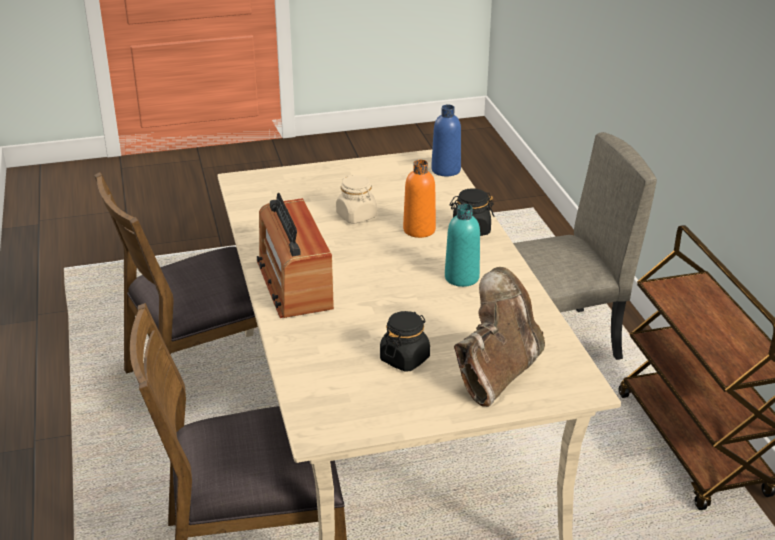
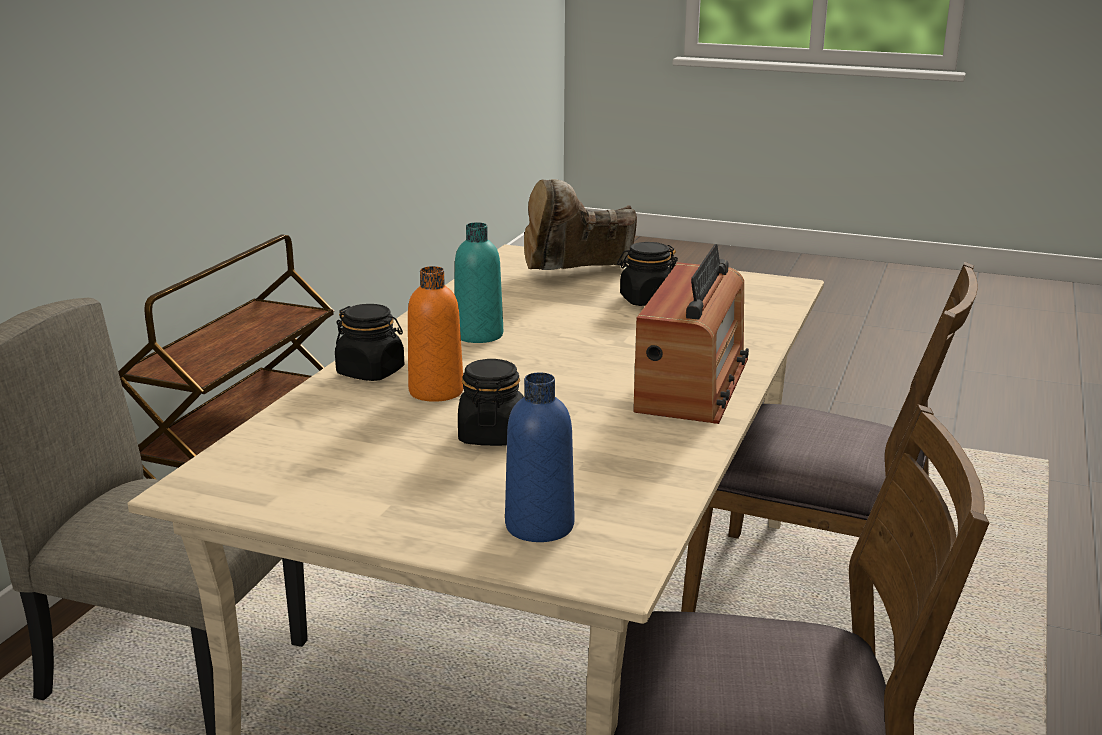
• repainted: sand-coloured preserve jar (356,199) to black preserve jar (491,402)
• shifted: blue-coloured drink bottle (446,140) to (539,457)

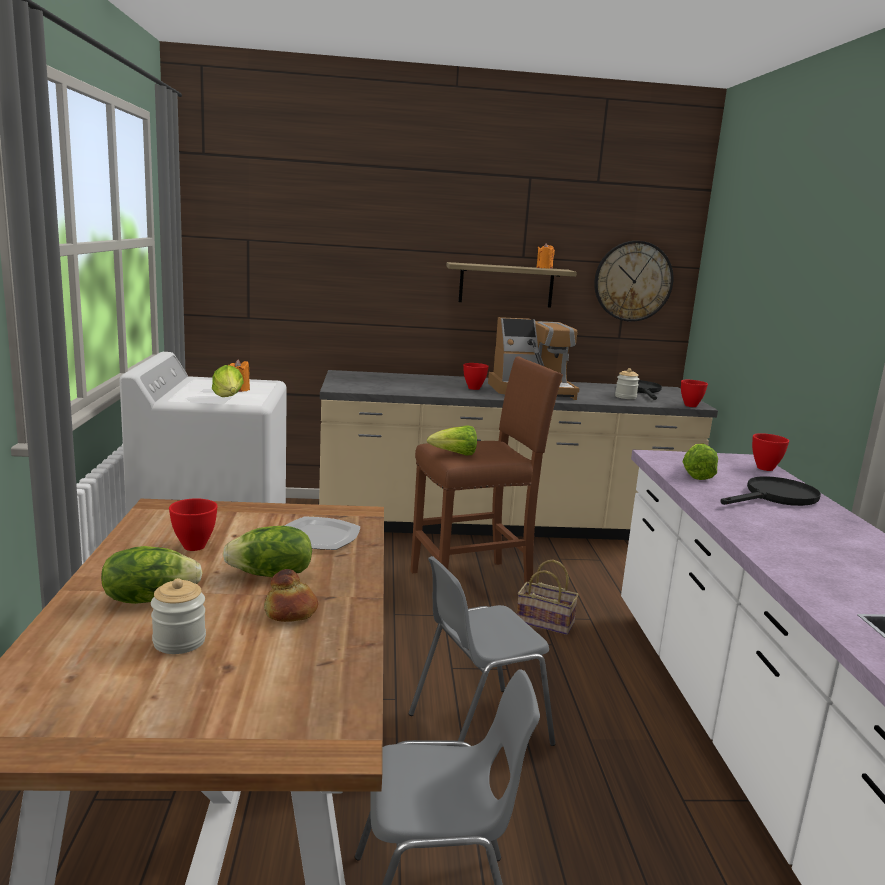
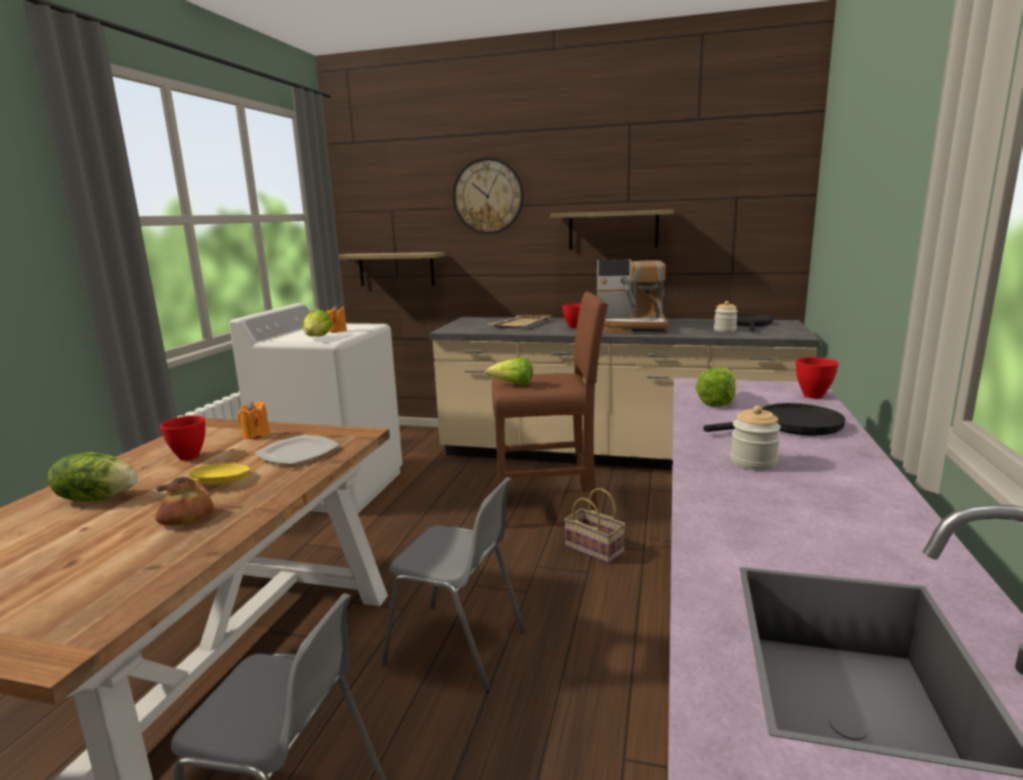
• swapped: head of lettuce (267,551) to yellow frying pan (203,477)
• shifted: orangey wax light (545,255) to (254,420)
• new: bracket shelf (392,269)
• rotated: greyish upright chair (482,651) = (453,584) 150 degrees counterclockwise
• shifted: hanging clock (634,281) to (488,196)
• new: sand-coloured tray (519,322)
• shifted: preserve jar (178,616) to (756,437)
• gone: red deep dish (694,393)

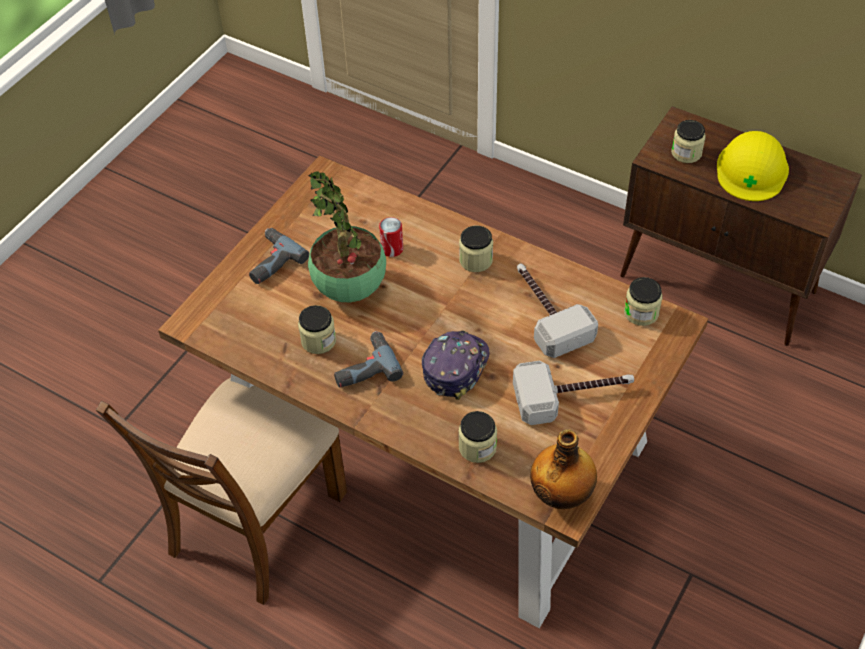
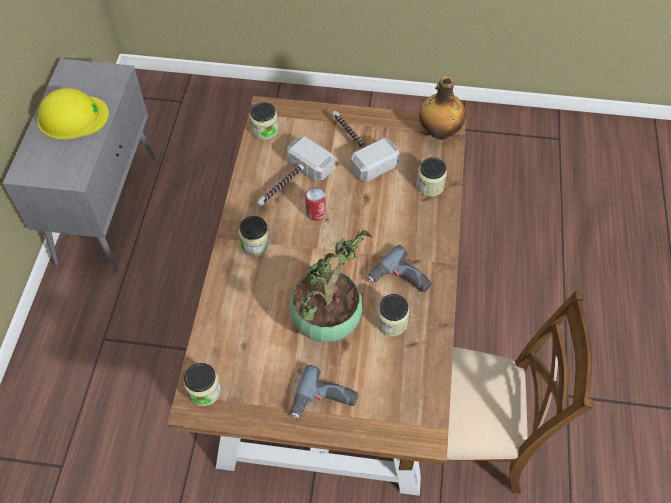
• repainted: brown-coloured cabinet (741,226) to greyish cabinet (79,165)
• shifted: preserve jar (688,141) to (202,384)
• shifted: can (391,237) to (315,204)
• gone: peaked cap (456,365)

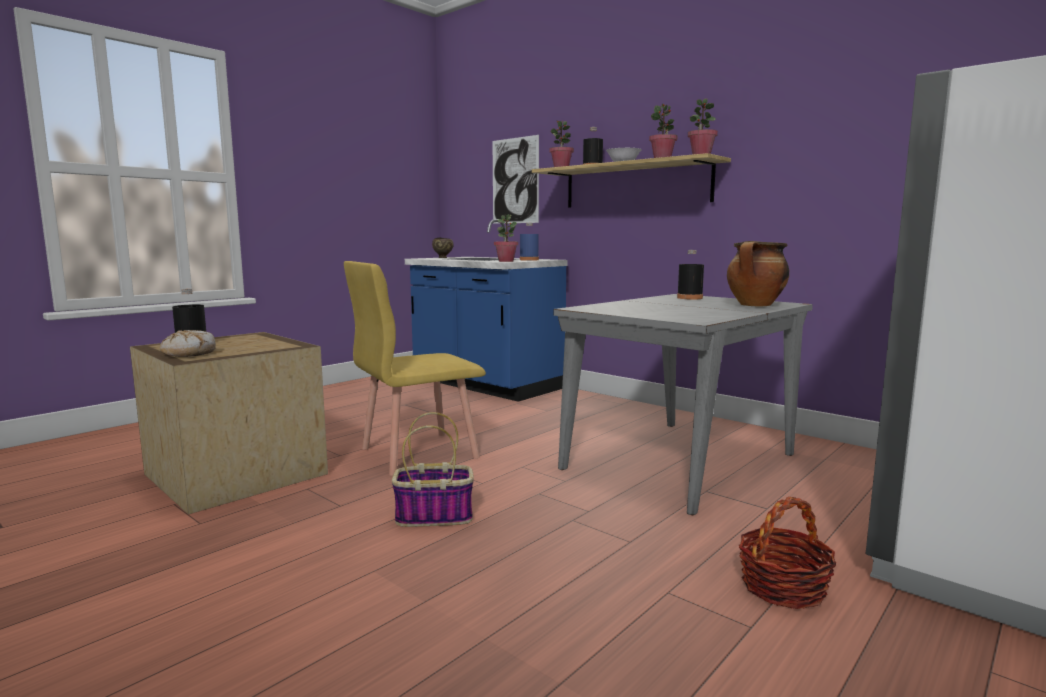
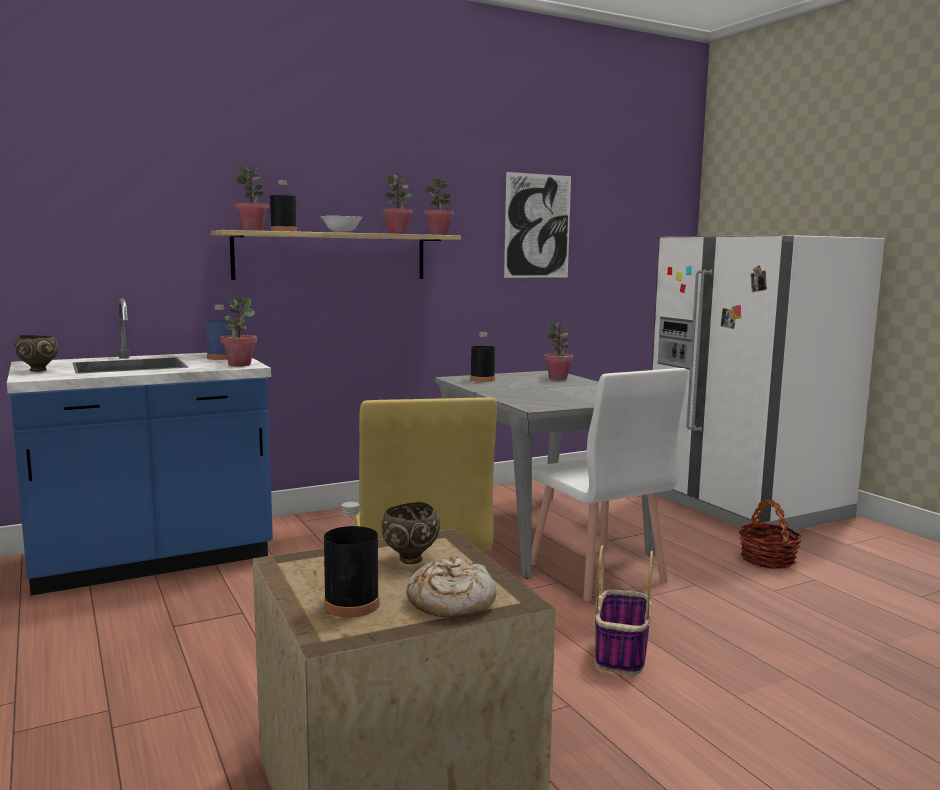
• new: brown-coloured deep dish (410,533)
• shifted: wall picture (516,179) to (537,225)
• new: white-coloured upright chair (609,484)
• swapped: stockpot (758,274) to potted plant (558,351)

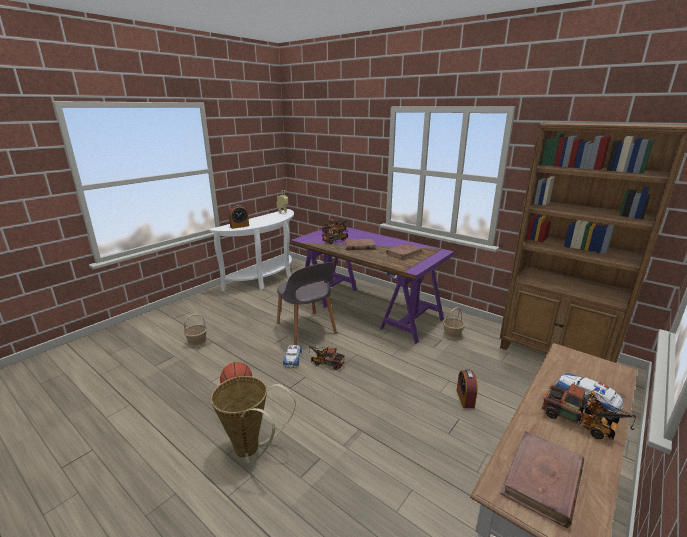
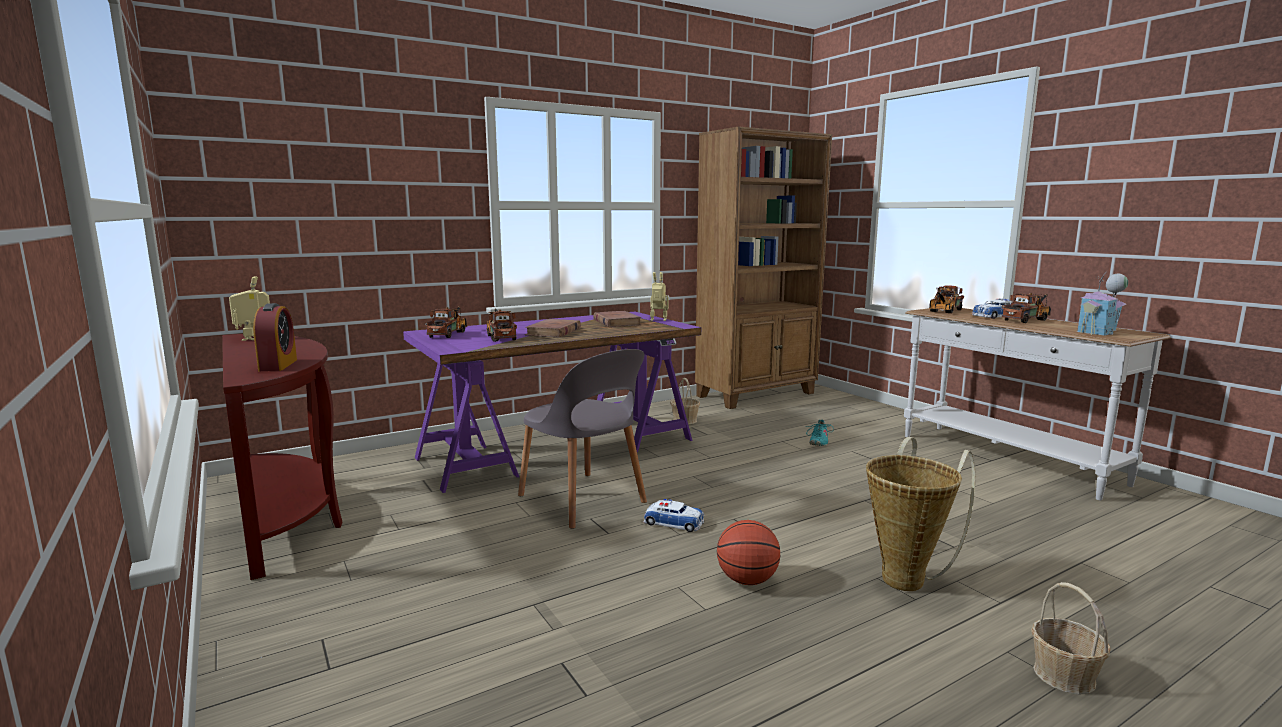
• repainted: white-coloured console table (251,250) to brown-coloured console table (282,457)
• rotated: greyish upright chair (307,303) = (582,439) 60 degrees clockwise
• new: robot figure (659,296)
• swapped: table clock (467,388) to blue-green low shoe (820,432)
• shifted: model truck (326,358) to (946,299)
• shifted: storage basket (195,330) to (1071,638)
• swapped: brown-coloured book (542,479) to toy house (1102,304)

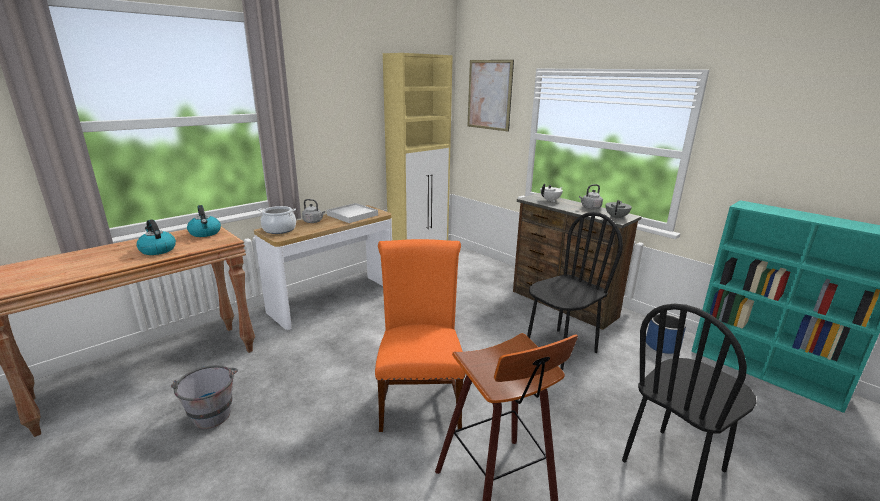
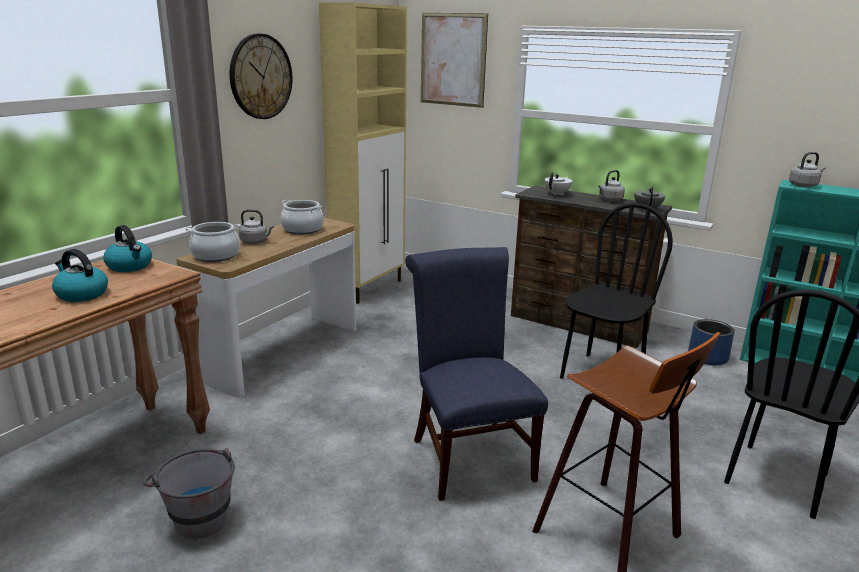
• new: hanging clock (261,76)
• swapped: white-coloured tray (352,213) to stockpot (302,217)
• repainted: orangey upright chair (420,335) to blue-coloured upright chair (476,374)
• new: greyish tea kettle (807,169)

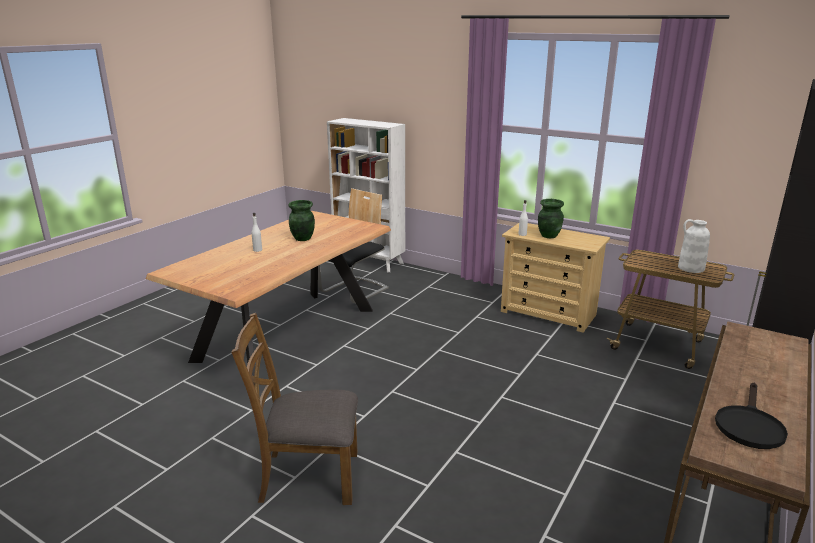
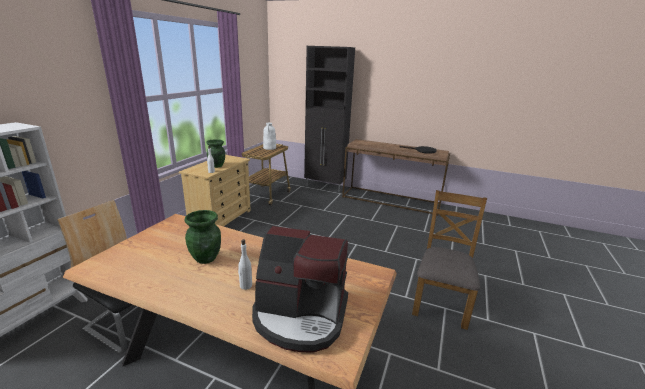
• new: coffee brewer (300,289)
• rotated: brown-coloured upright chair (294,409) = (449,260) 150 degrees counterclockwise

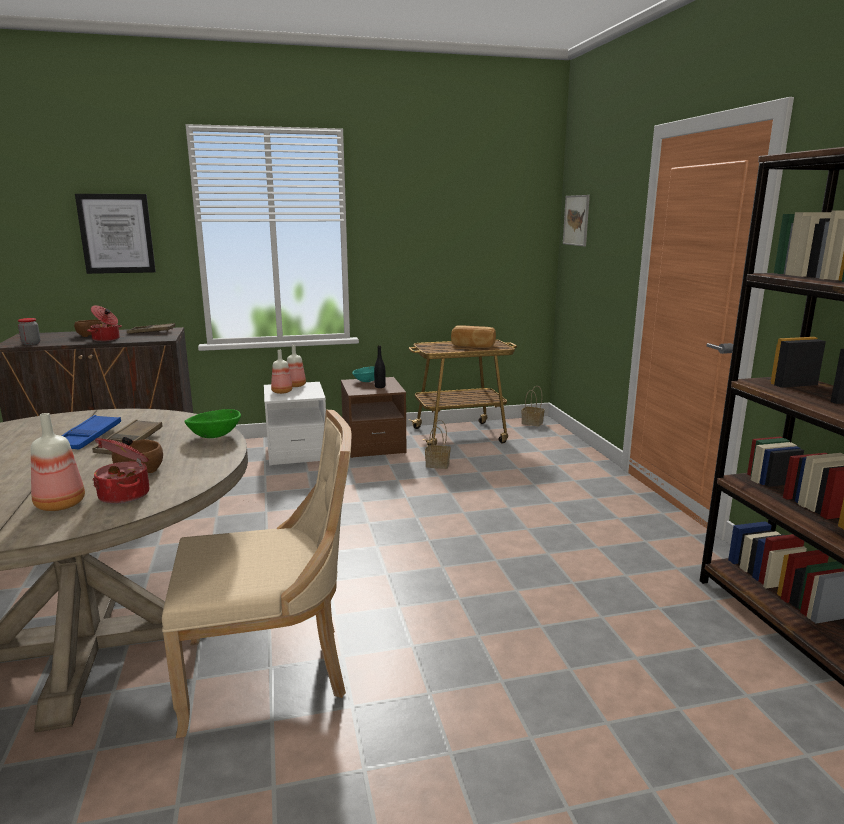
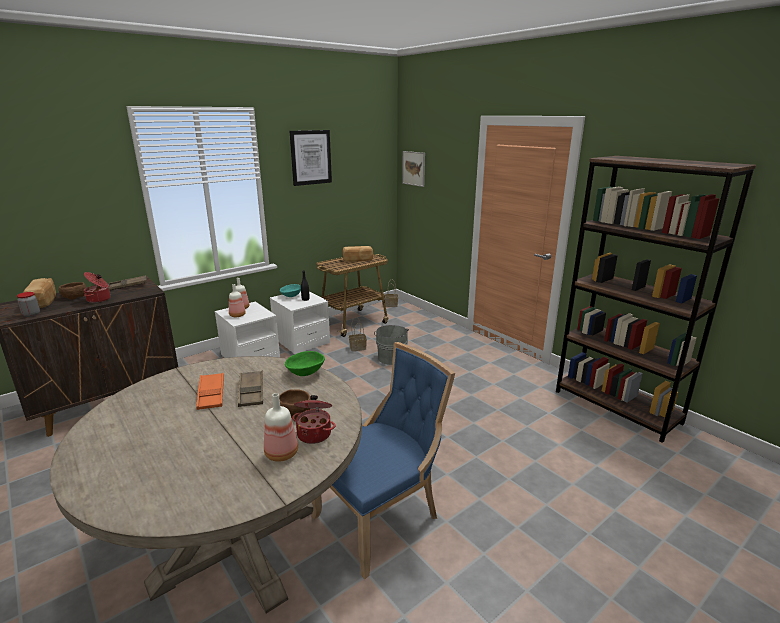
• new: baked bread (39,293)
• repainted: blue-coloured tray (91,432) to orangey tray (210,391)
• repainted: brown-coloured bedside table (373,417) to white-coloured bedside table (300,322)
• shifted: wall picture (115,234) to (311,158)
• repainted: sand-coloured upright chair (256,574) to blue-coloured upright chair (383,460)
• new: greyish pail (391,345)

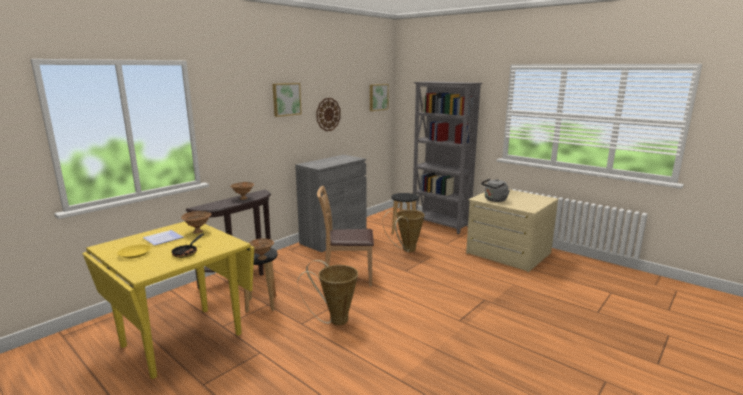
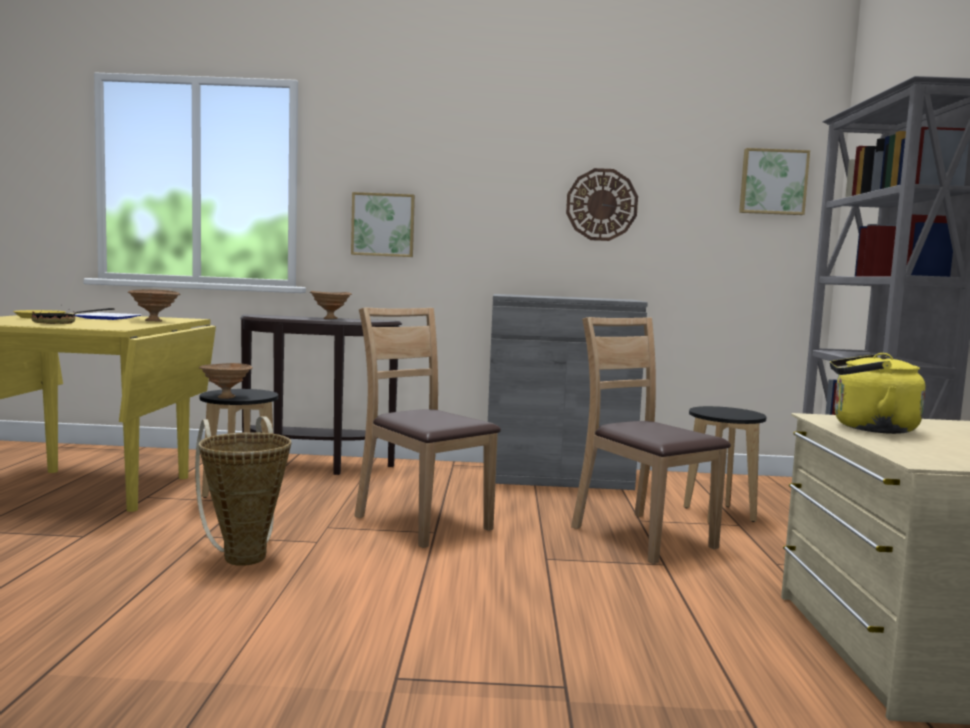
• shifted: wall picture (287,100) to (383,224)
• swapped: storage basket (404,231) to brown-coloured upright chair (651,440)
• repainted: greyish tea kettle (495,190) to yellow tea kettle (877,393)

